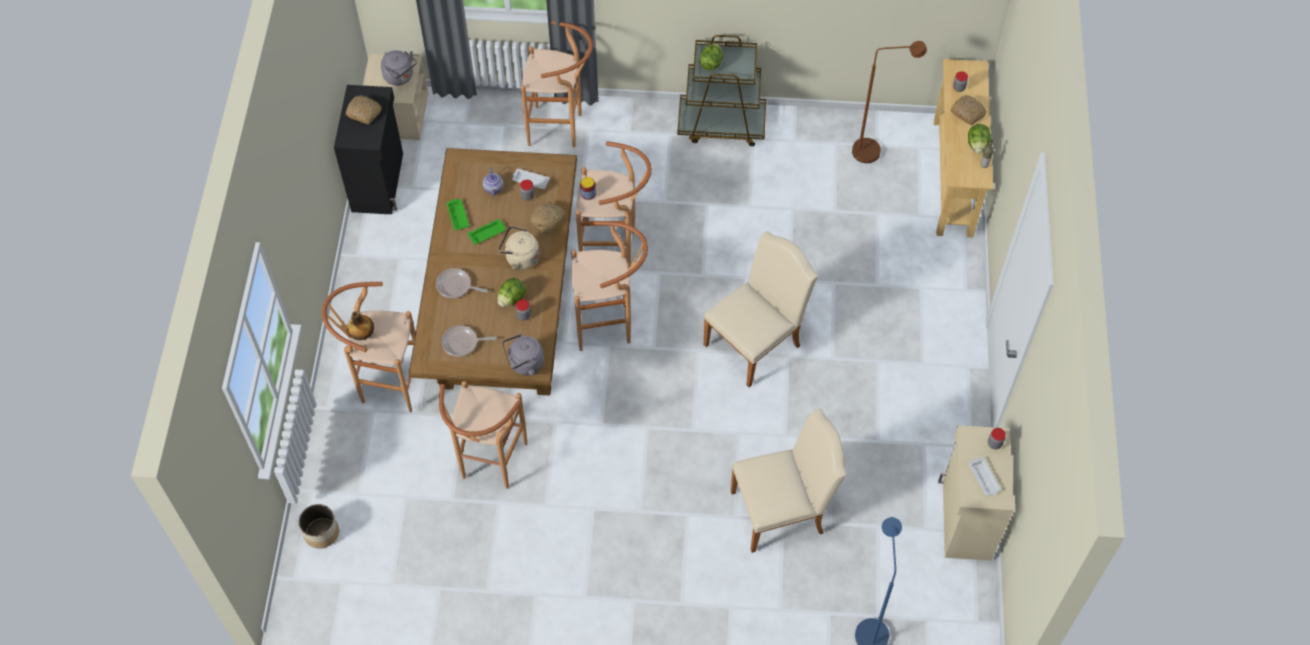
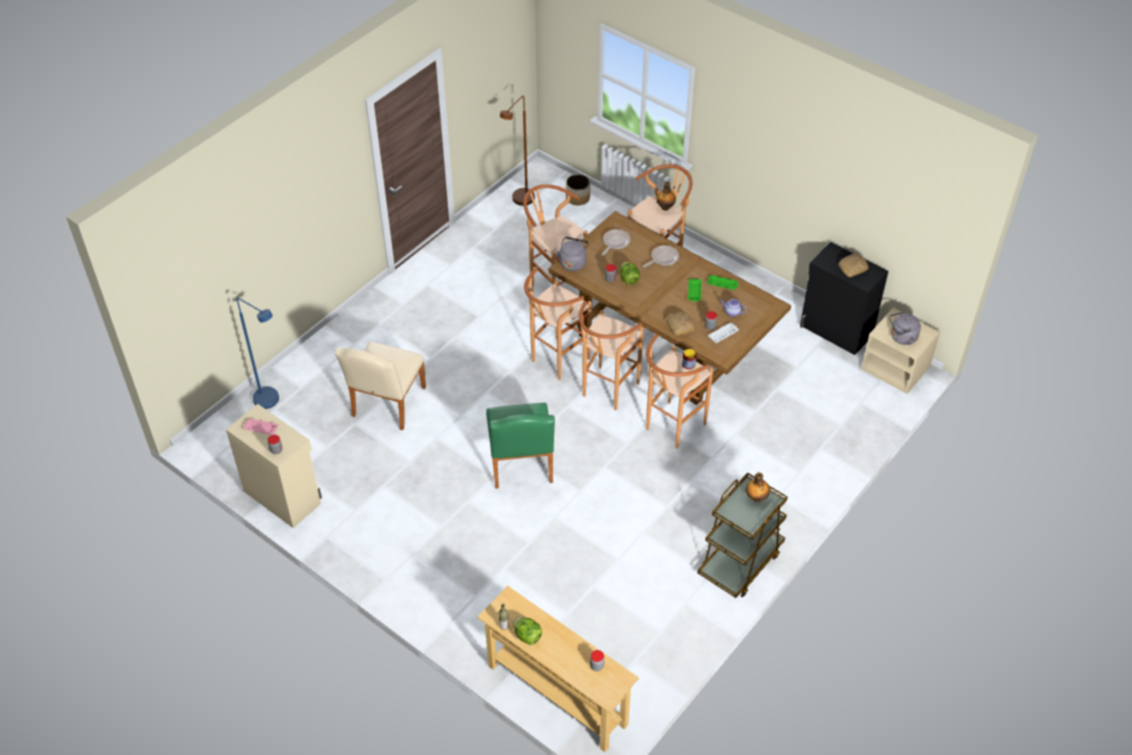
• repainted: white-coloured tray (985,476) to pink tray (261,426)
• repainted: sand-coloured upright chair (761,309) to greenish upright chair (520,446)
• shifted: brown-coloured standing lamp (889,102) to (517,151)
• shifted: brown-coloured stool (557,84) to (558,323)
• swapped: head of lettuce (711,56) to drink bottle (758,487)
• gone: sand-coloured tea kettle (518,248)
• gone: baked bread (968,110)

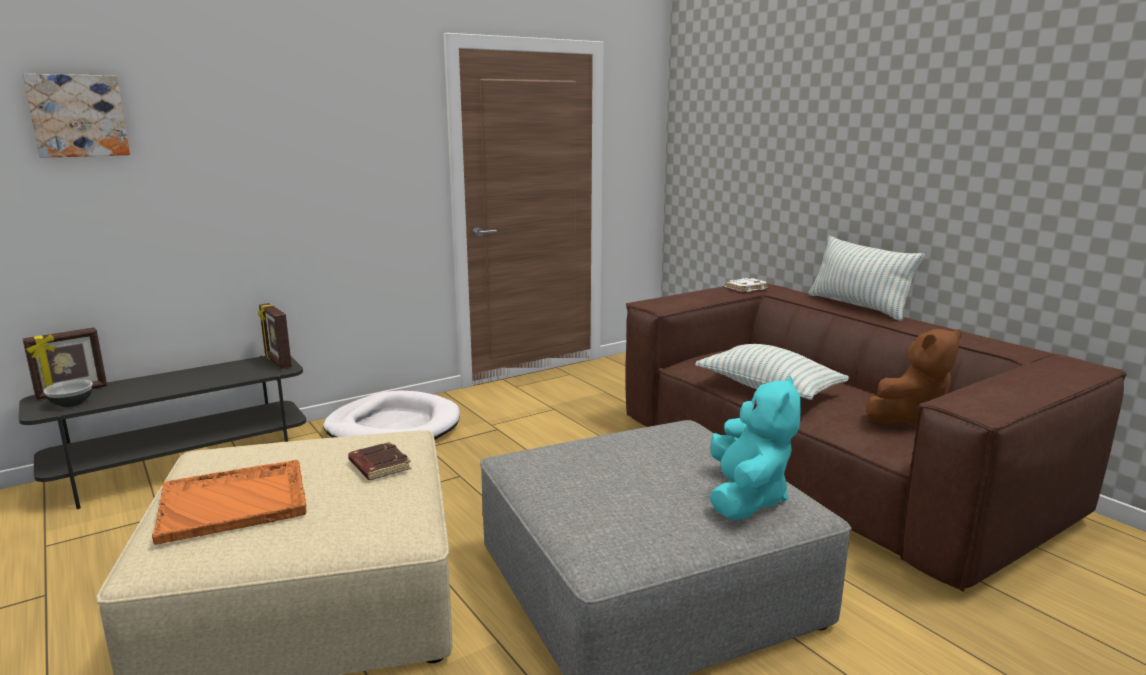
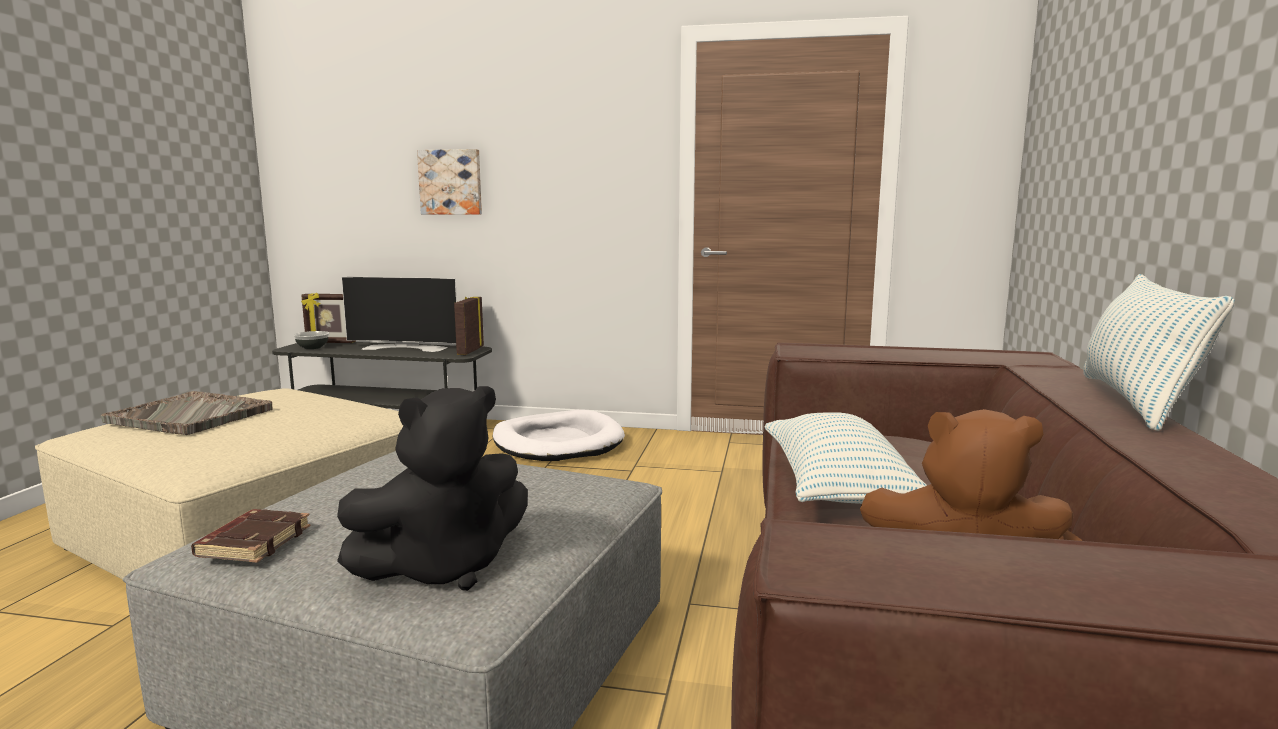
• repainted: orangey tray (229,502) to greyish tray (187,413)
• shifted: brown-coloured book (379,461) to (251,536)
• repainted: blue-green plush toy (755,448) to black plush toy (432,488)
• new: TV set (399,314)
• shifted: wall picture (76,116) to (449,182)
• gone: white-coloured book (746,285)

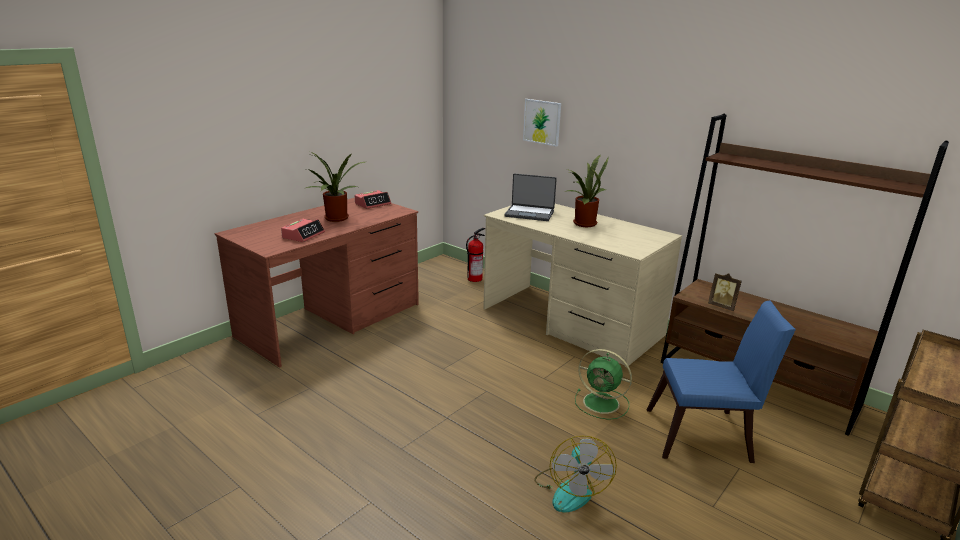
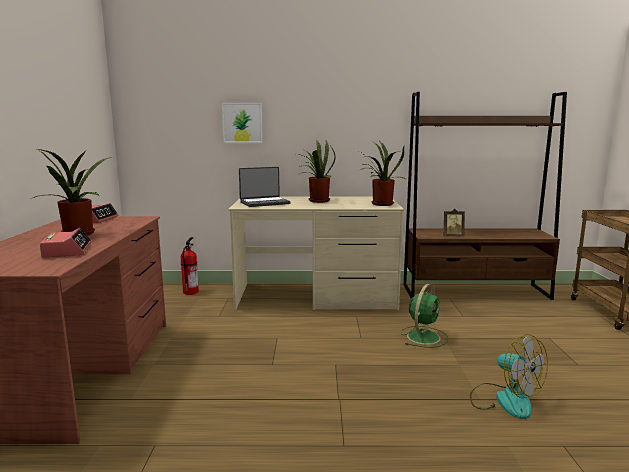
• new: potted plant (381,173)
• rotated: greenish cooling fan (603,384) = (424,316) 45 degrees counterclockwise
• gone: blue-coloured upright chair (721,382)

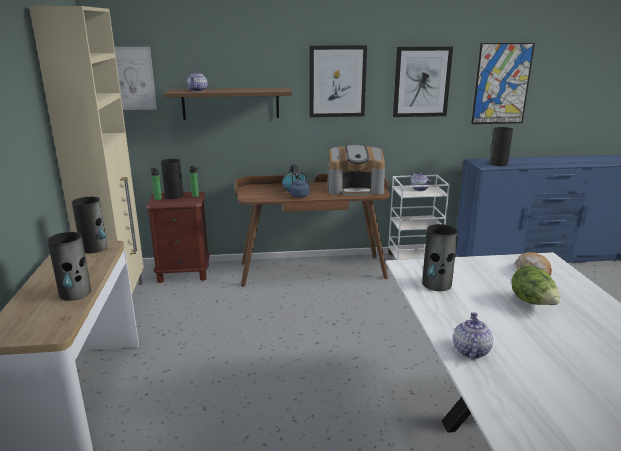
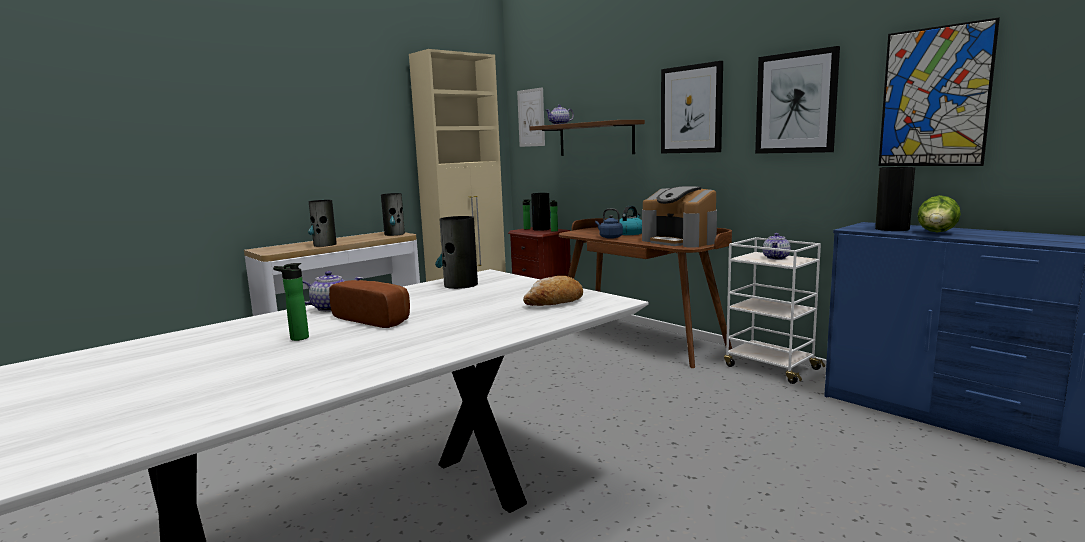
• new: drink bottle (291,302)
• new: baked bread (369,304)
• shifted: head of lettuce (536,285) to (939,214)

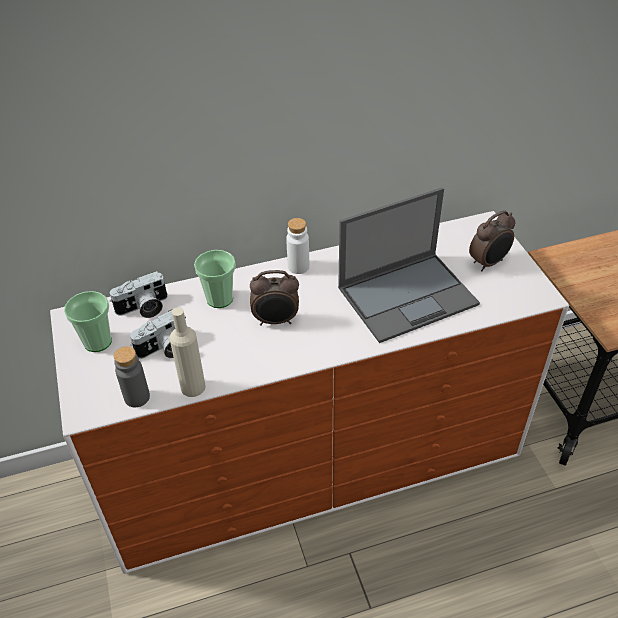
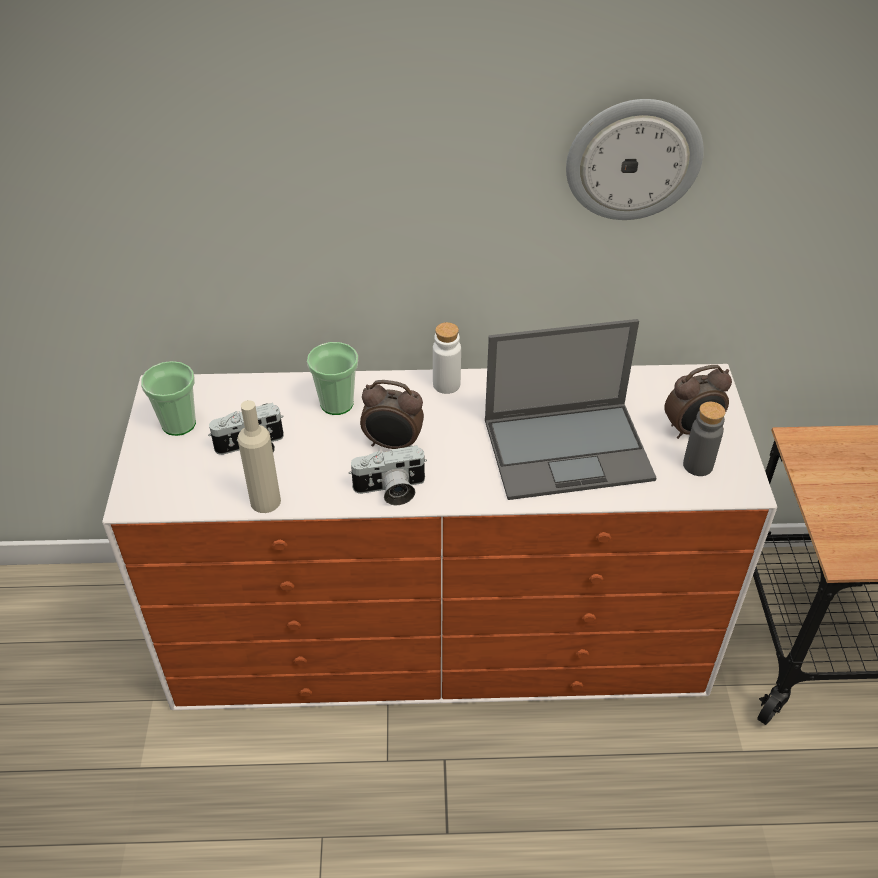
• shifted: photo camera (138,294) to (388,475)
• new: hanging clock (635,159)
• shifted: greyish drink bottle (132,376) to (704,439)

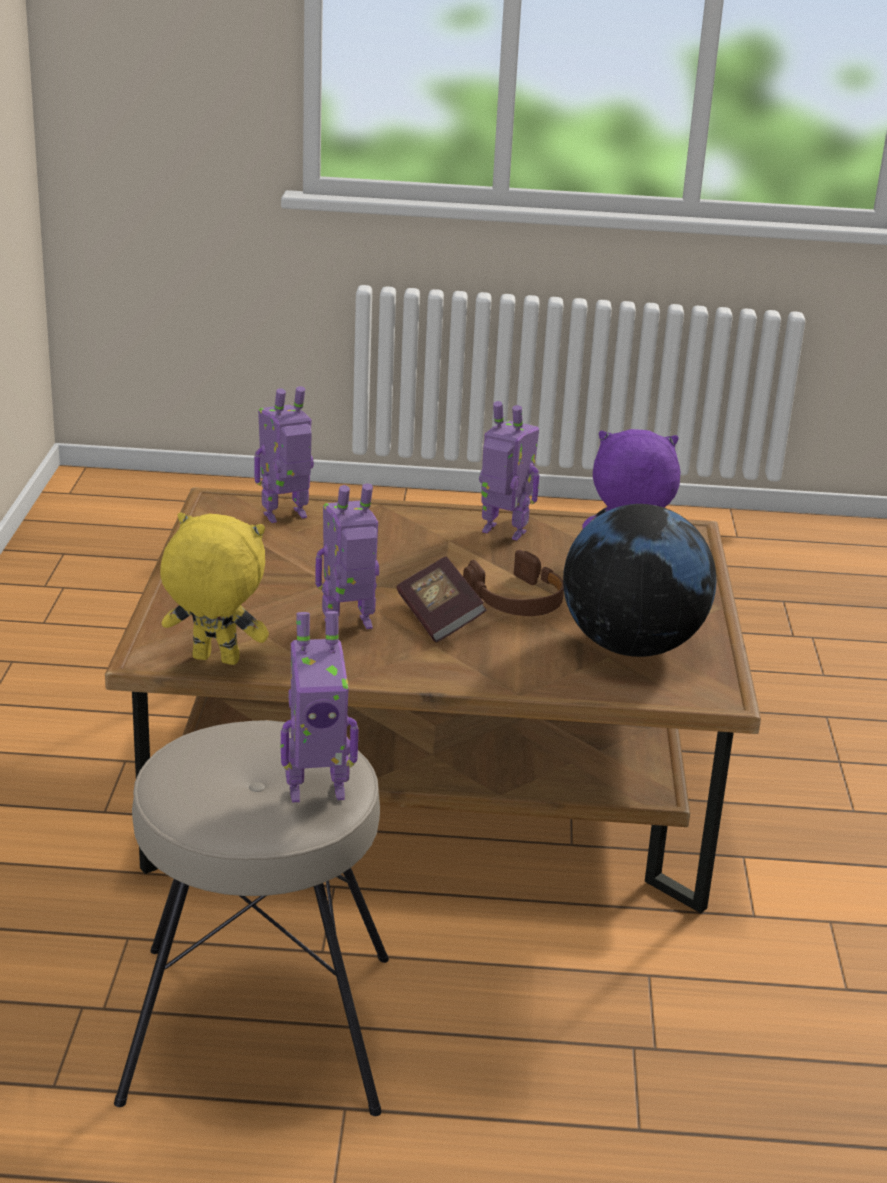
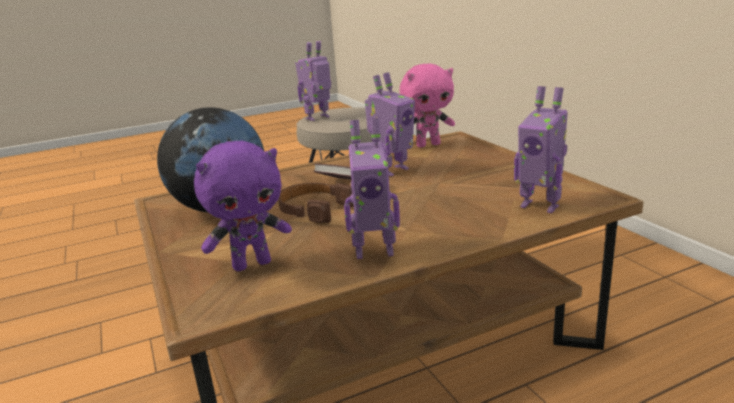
• repainted: yellow plush toy (214,588) to pink plush toy (427,105)
• rotated: robot figure (284,454) = (541,149) 90 degrees clockwise

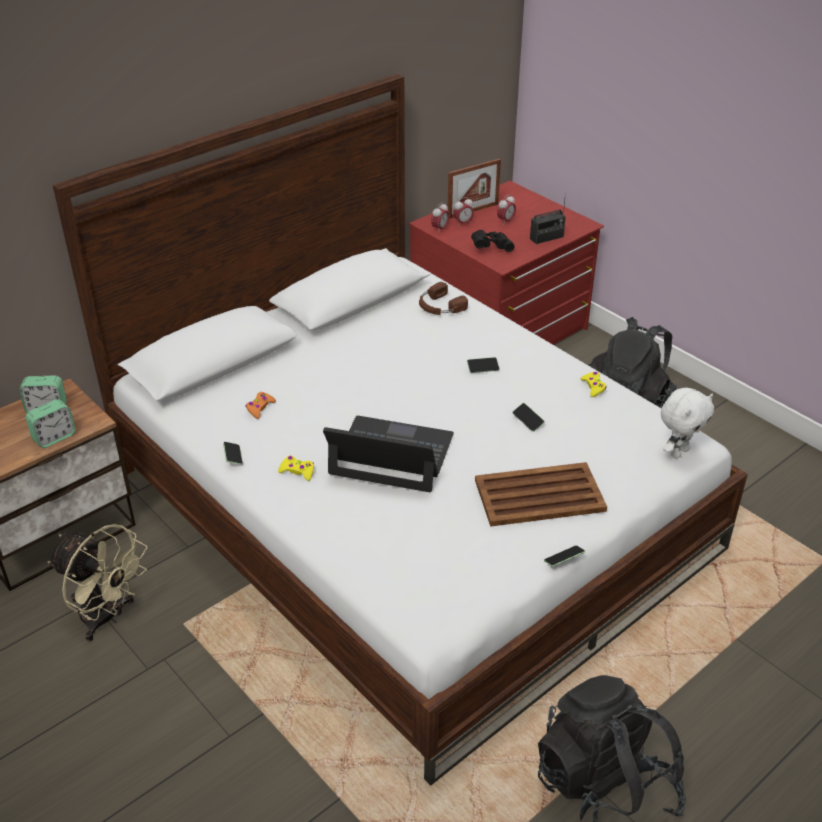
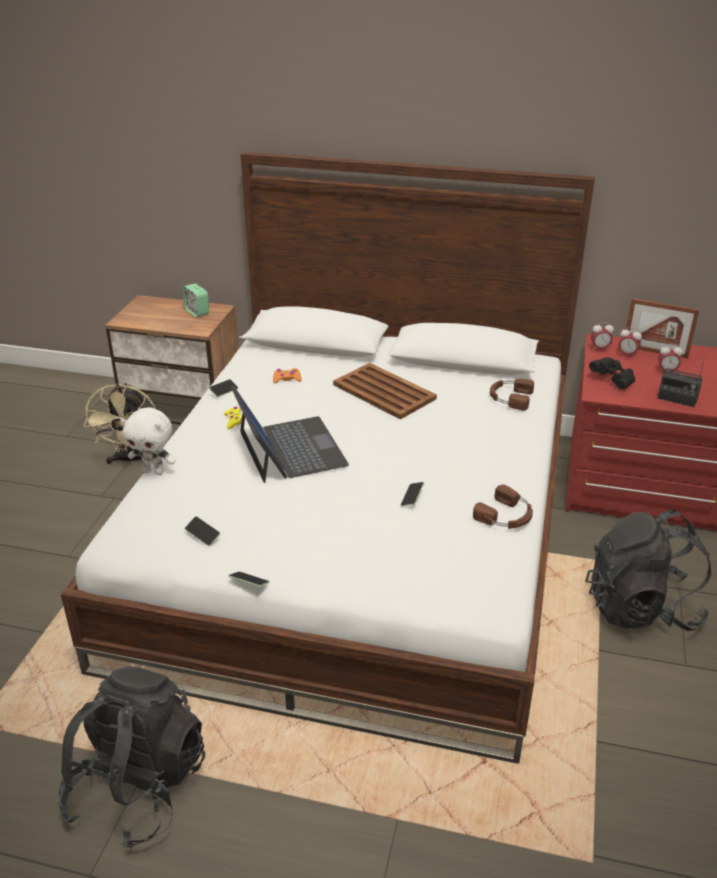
• shifted: white-coloured plush toy (687,423) to (148,441)
• shifted: telephone (483,365) to (202,531)
• shifted: brown-coloured tray (541,494) to (385,391)
• swapped: yellow game controller (594,384) to brown-coloured pair of headphones (503,507)
• gone: table clock (50,423)

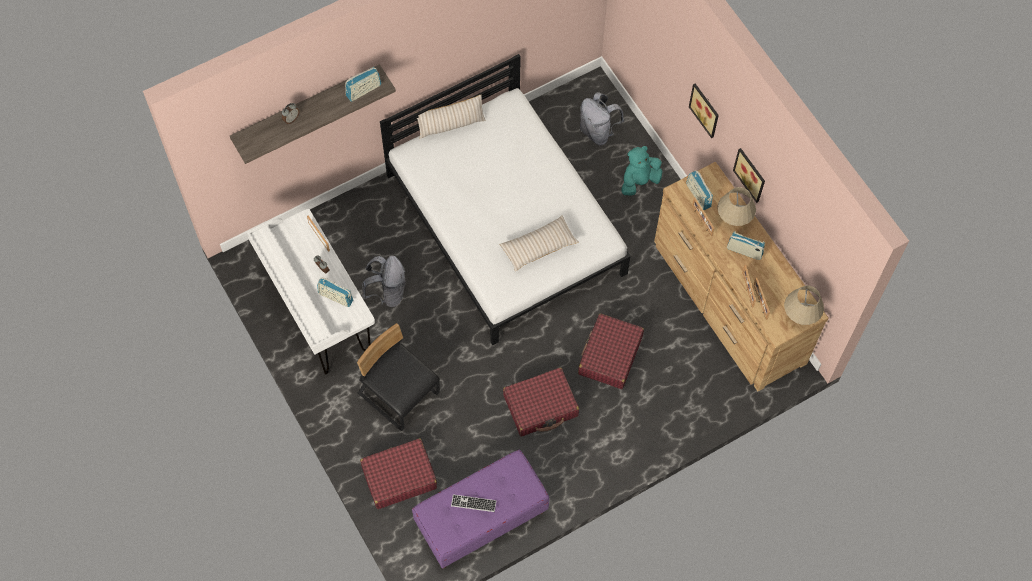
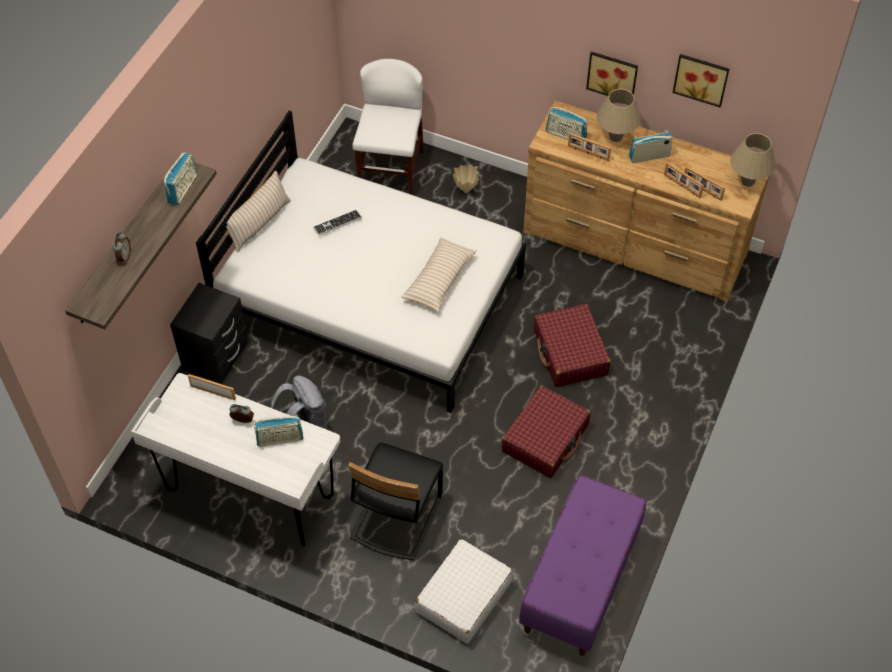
• new: black bedside table (209,333)
• shifted: PC keyboard (474,503) to (337,222)
• rotated: black upright chair (398,377) = (395,501) 75 degrees counterclockwise
• swapped: greyish knapsack (602,119) to white-coloured upright chair (388,127)
• repainted: red piece of luggage (398,473) to white-coloured piece of luggage (464,591)
• swapped: blue-green plush toy (642,171) to sand-coloured flower vase (466,178)
• shifted: wall picture (704,111) to (701,80)

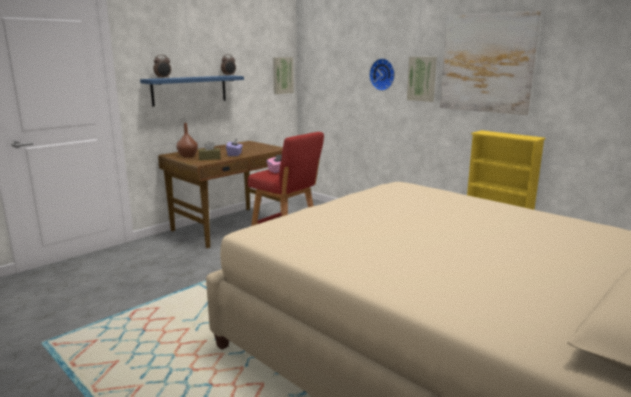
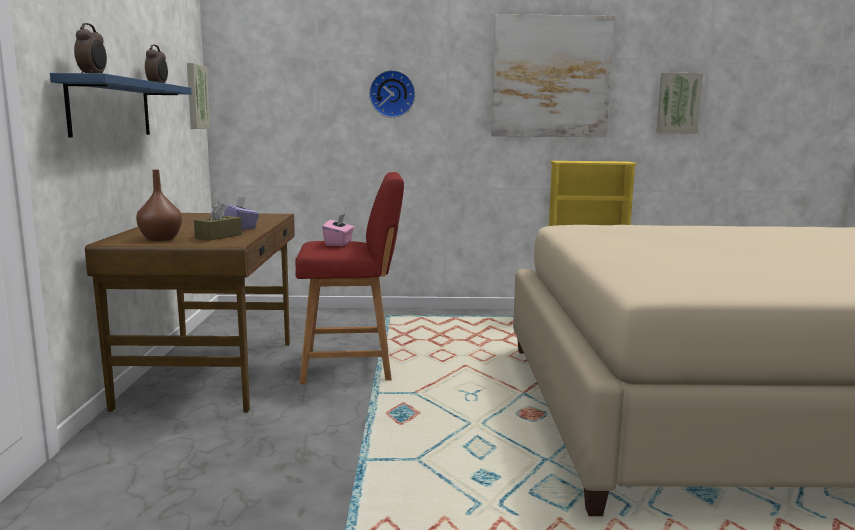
• shifted: wall picture (422,79) to (679,103)

